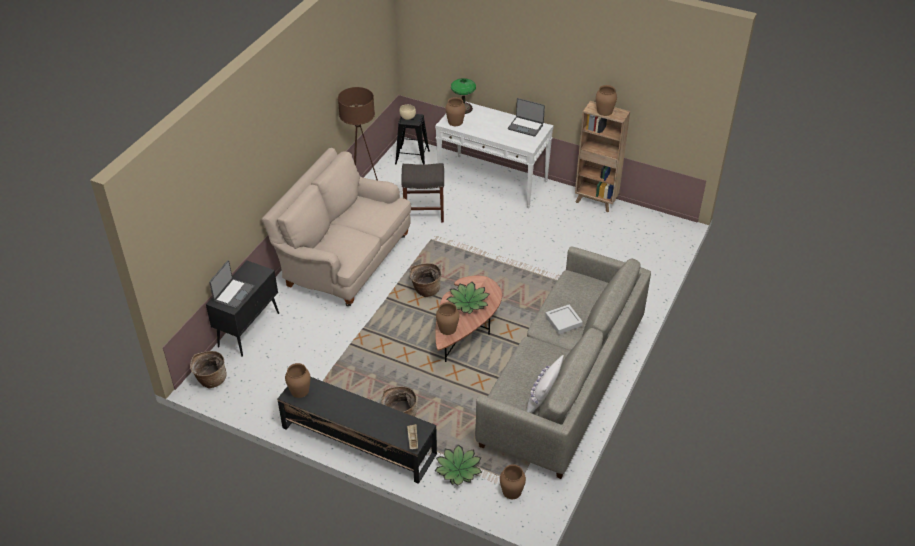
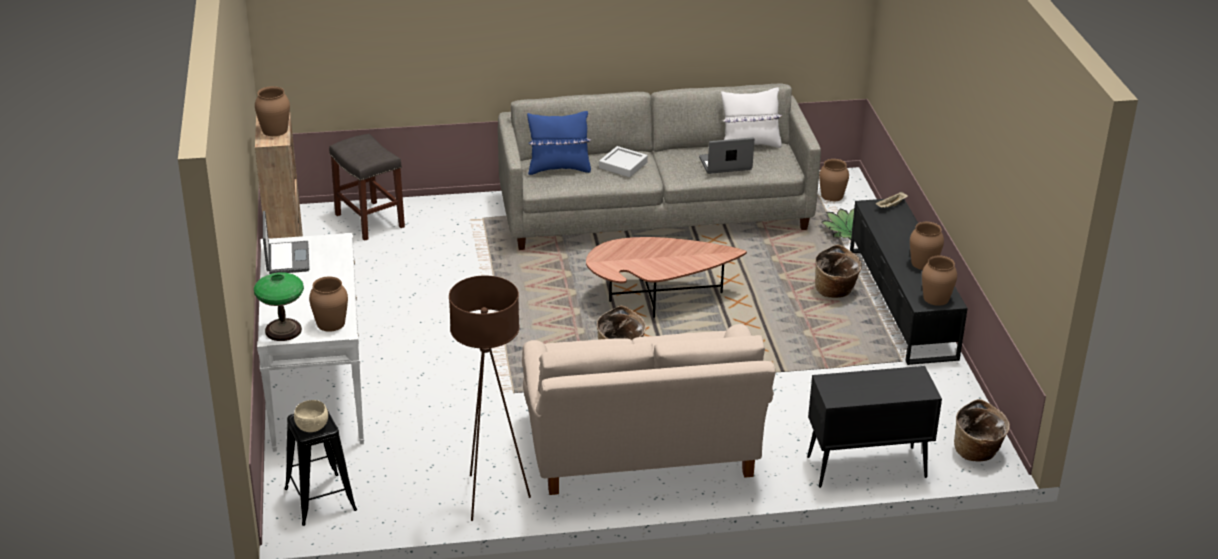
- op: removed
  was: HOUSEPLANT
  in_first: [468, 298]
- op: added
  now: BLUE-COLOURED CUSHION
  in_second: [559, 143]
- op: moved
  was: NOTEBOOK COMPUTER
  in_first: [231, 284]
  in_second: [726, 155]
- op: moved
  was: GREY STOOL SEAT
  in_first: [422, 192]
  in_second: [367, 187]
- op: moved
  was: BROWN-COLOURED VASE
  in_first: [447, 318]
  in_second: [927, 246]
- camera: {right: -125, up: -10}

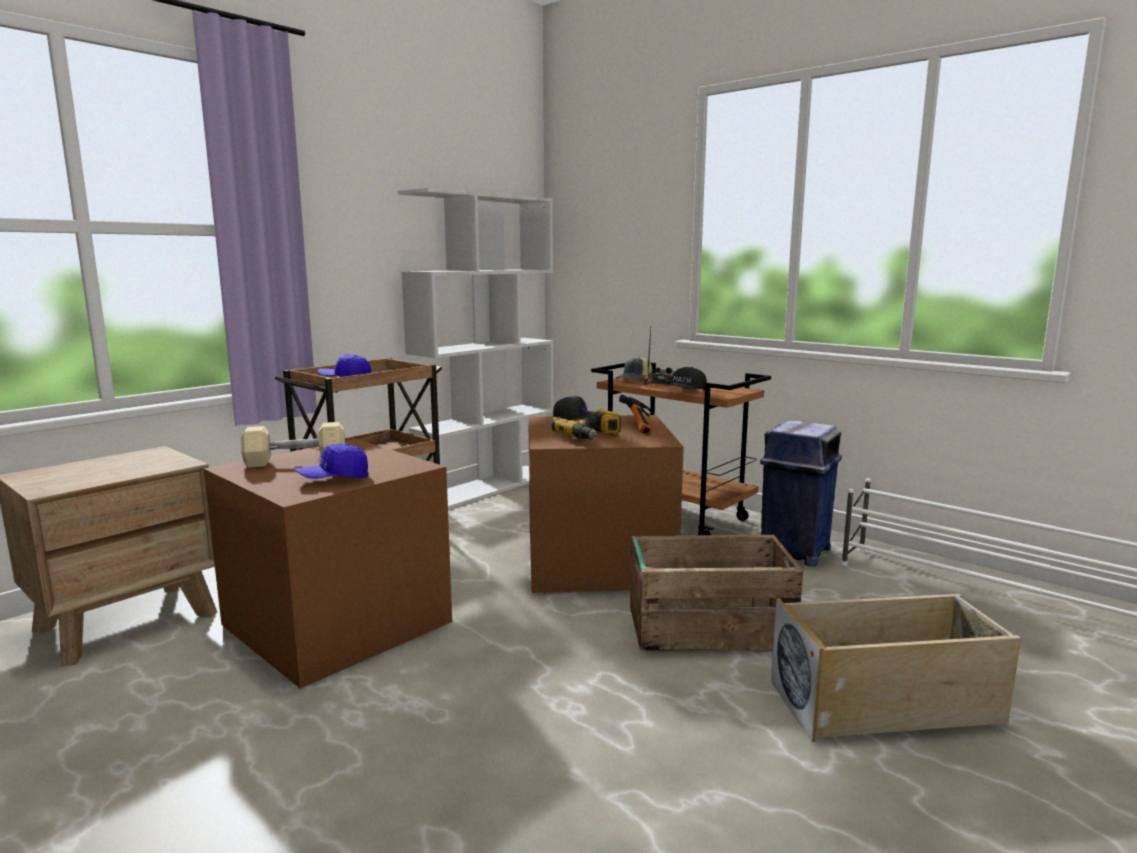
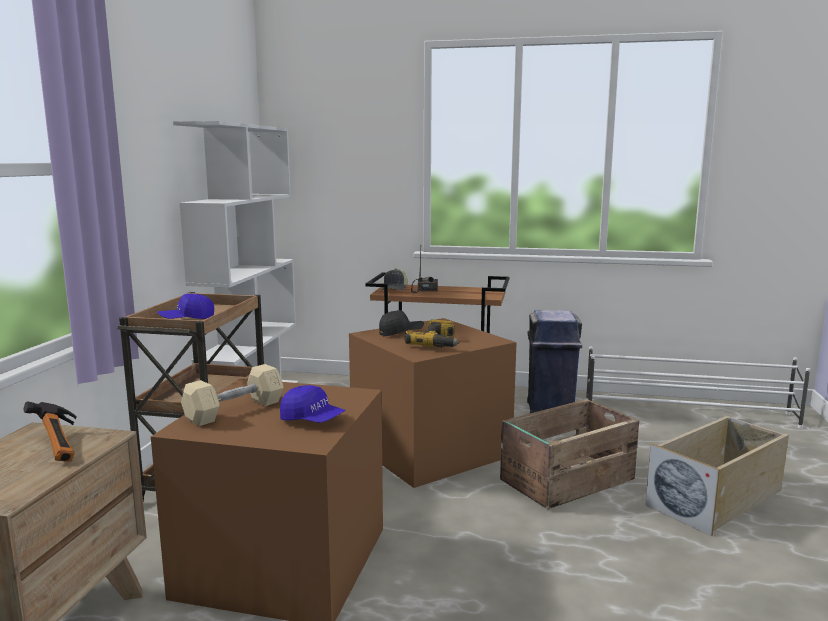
- op: removed
  was: BLACK BASEBALL CAP
  in_first: [686, 378]
- op: moved
  was: TOOL HAMMER
  in_first: [635, 415]
  in_second: [50, 431]
- op: turned
  was: BLUE-COLOURED BASEBALL CAP
  in_first: [332, 461]
  in_second: [313, 404]
  clockwise: -90
- camera: {right: -30, up: 0}

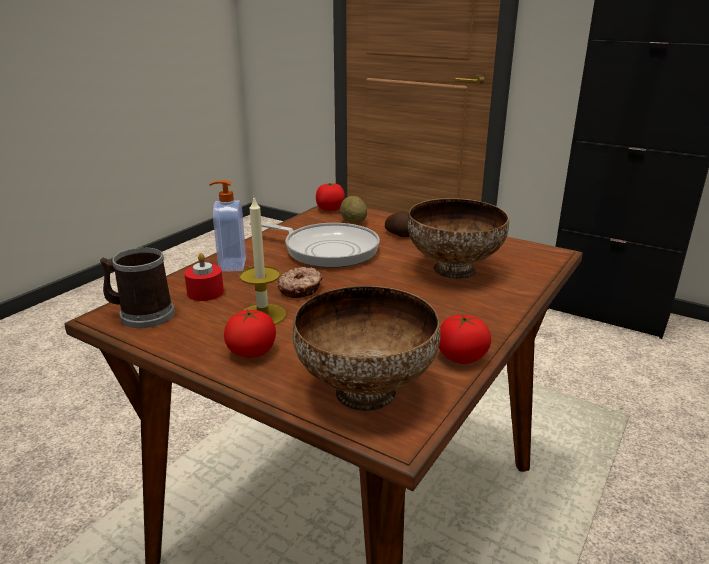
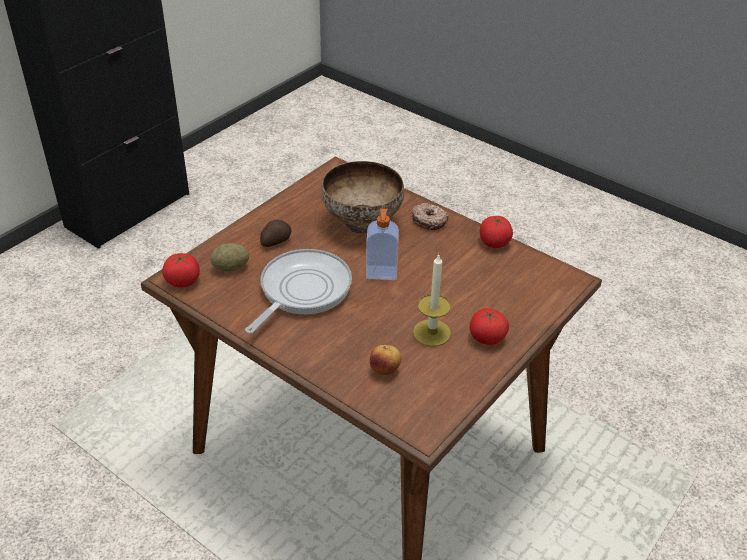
- op: removed
  was: MUG
  in_first: [137, 288]
- op: removed
  was: BOWL
  in_first: [366, 348]
- op: moved
  was: LIQUID SOAP BOTTLE
  in_first: [227, 226]
  in_second: [382, 244]
- op: moved
  was: DOUGHNUT
  in_first: [300, 282]
  in_second: [430, 216]
- op: replaced
  was: RED CANDLE
  now: WHOLE APPLE
  in_first: [204, 277]
  in_second: [385, 360]
- camera: {right: -85, up: 15}

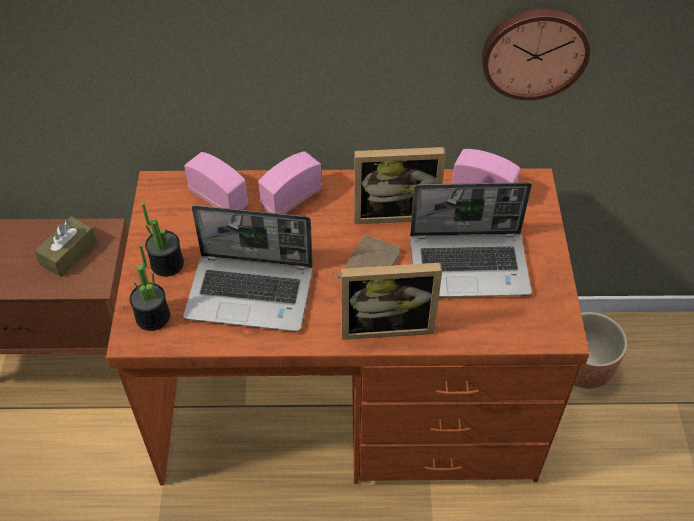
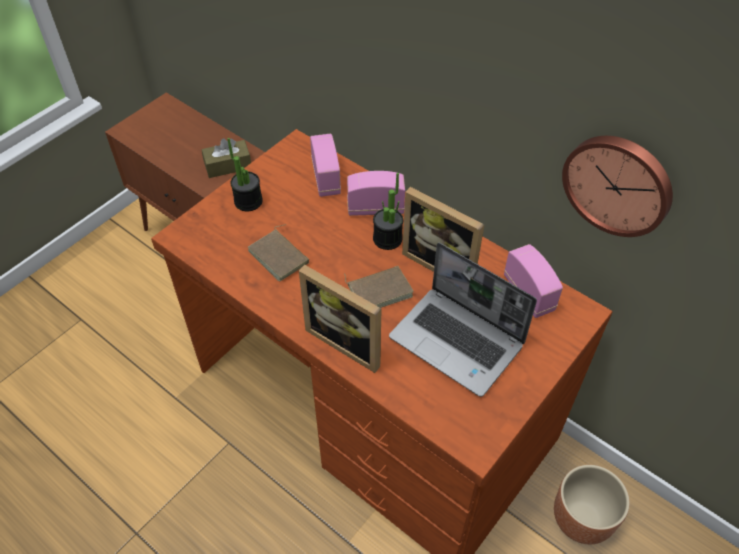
- op: moved
  was: HOUSEPLANT
  in_first: [149, 288]
  in_second: [388, 211]
- op: replaced
  was: NOTEBOOK COMPUTER
  now: BROWN-COLOURED BOOK
  in_first: [248, 268]
  in_second: [278, 253]
- camera: {right: 40, up: 0}

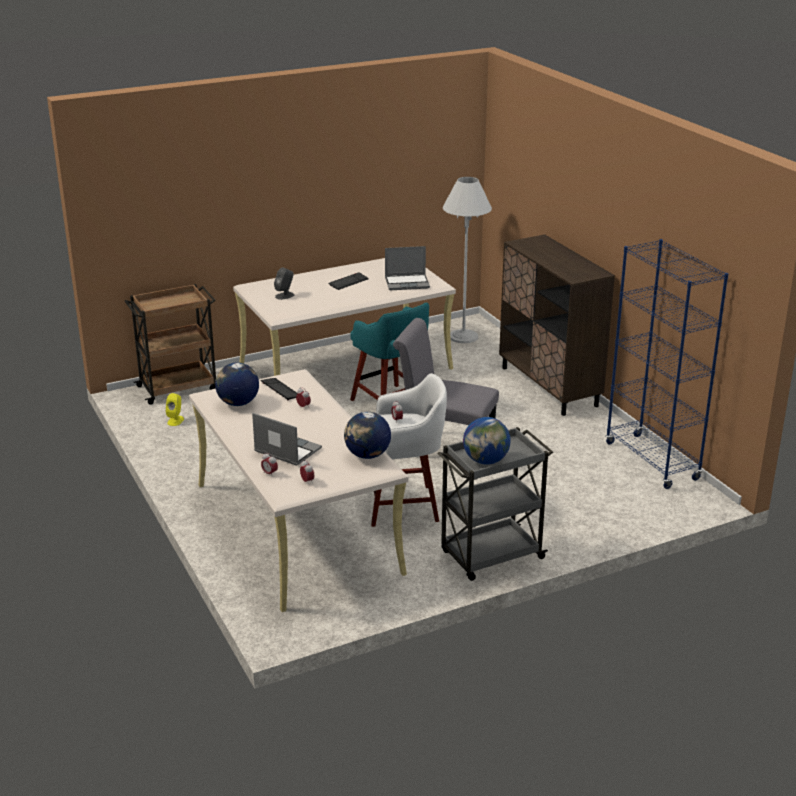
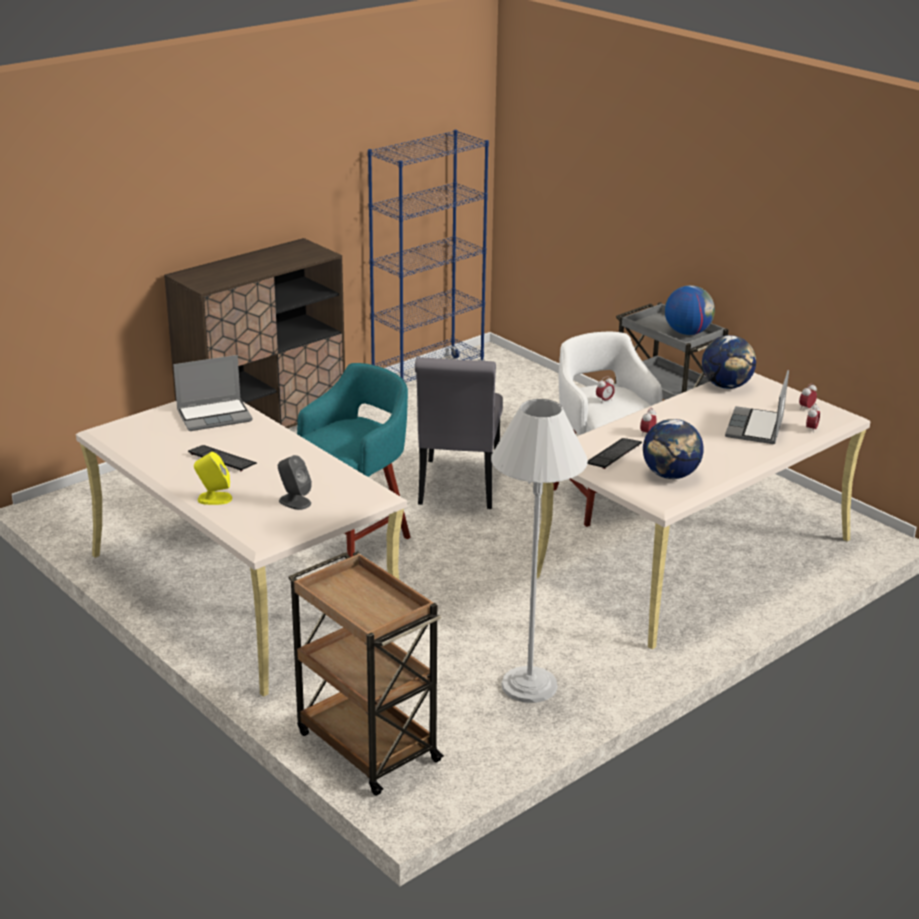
- op: moved
  was: YELLOWISH SPEAKER
  in_first: [175, 409]
  in_second: [213, 478]
- op: moved
  was: WHITISH STANDING LAMP
  in_first: [467, 260]
  in_second: [539, 551]
- op: turned
  was: NOTEBOOK COMPUTER
  in_first: [407, 268]
  in_second: [213, 393]
  clockwise: 90
- camera: {right: -105, up: 0}

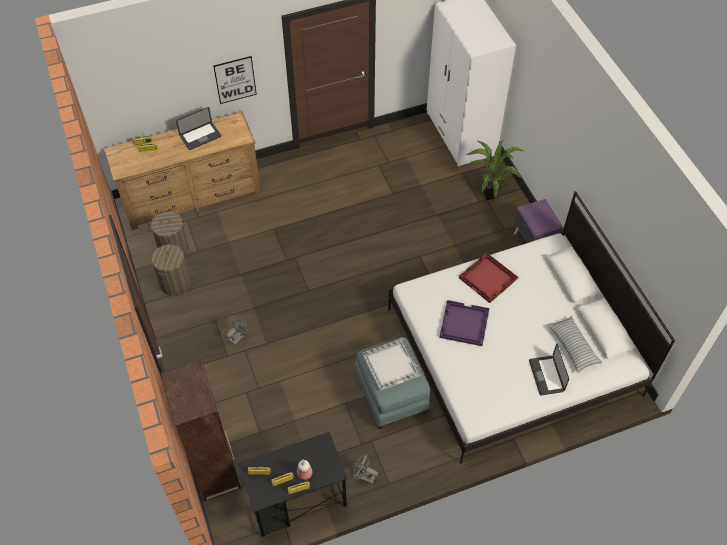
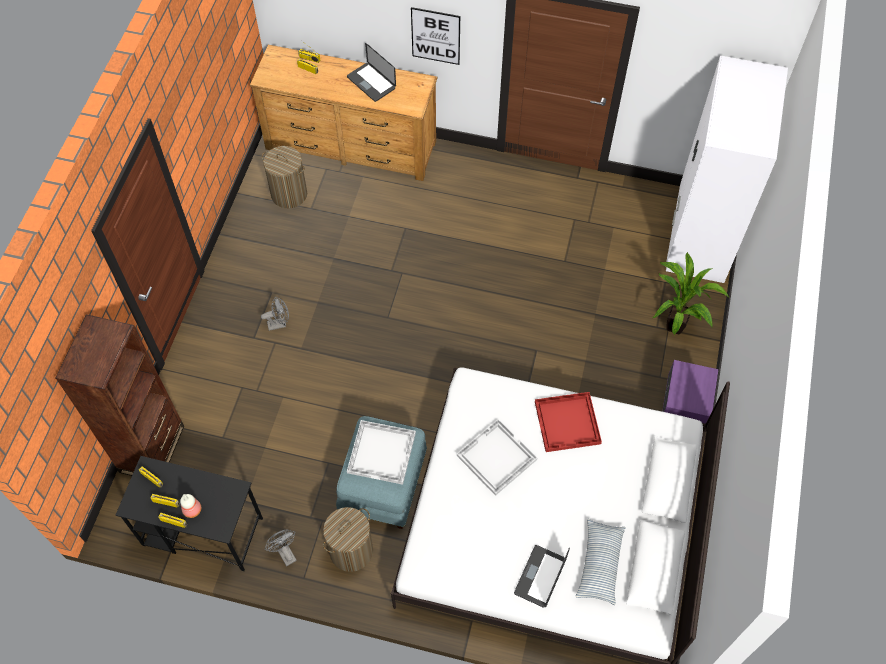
- op: moved
  was: LAUNDRY BASKET
  in_first: [171, 269]
  in_second: [348, 539]
- op: recoloured
  was: PURPLE-COLOURED SERVING TRAY
  now: WHITISH SERVING TRAY
  in_first: [464, 323]
  in_second: [497, 457]
- op: turned
  was: NOTEBOOK COMPUTER
  in_first: [198, 128]
  in_second: [371, 72]
  clockwise: 45
- camera: {right: 35, up: 5}

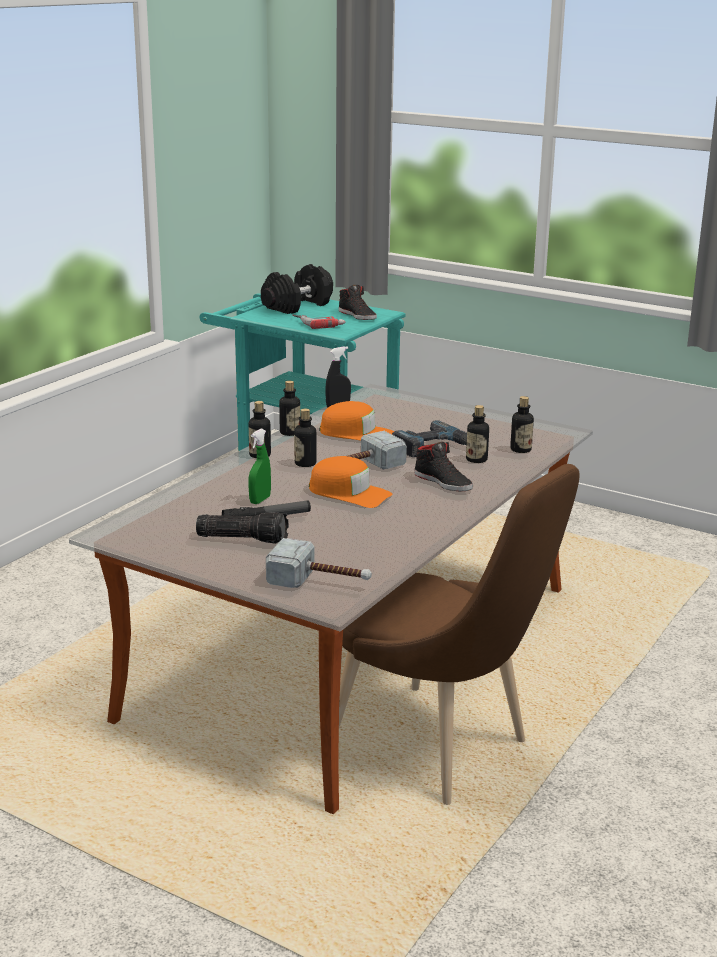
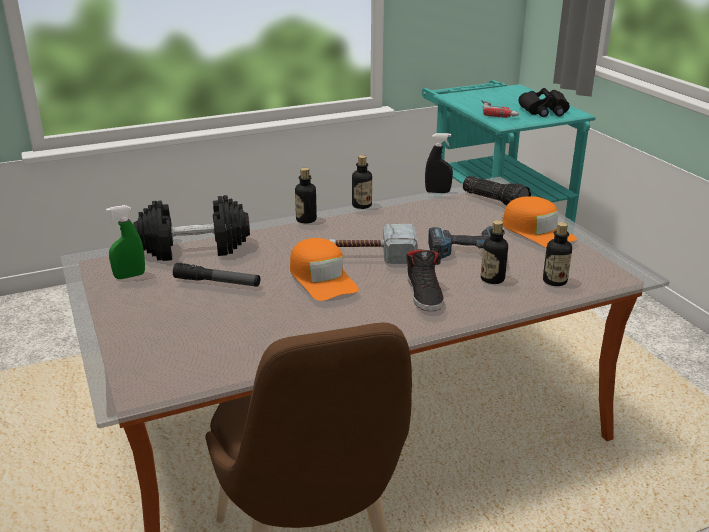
- op: removed
  was: TOOL HAMMER
  in_first: [319, 563]
- op: removed
  was: BEVERAGE BOTTLE
  in_first: [305, 437]
- op: moved
  was: FLASHLIGHT
  in_first: [242, 528]
  in_second: [497, 191]
- op: moved
  was: GREENISH HAND SPRAYER
  in_first: [260, 466]
  in_second: [125, 242]
- op: moved
  was: BLACK HAND WEIGHT
  in_first: [297, 289]
  in_second: [191, 228]
- op: moved
  was: ORANGE BASEBALL CAP
  in_first: [357, 421]
  in_second: [539, 222]
- op: replaced
  was: BLACK ITEM OF FOOTWEAR
  now: BLACK PAIR OF BINOCULARS
  in_first: [358, 302]
  in_second: [544, 102]
- camera: {right: 35, up: 5}

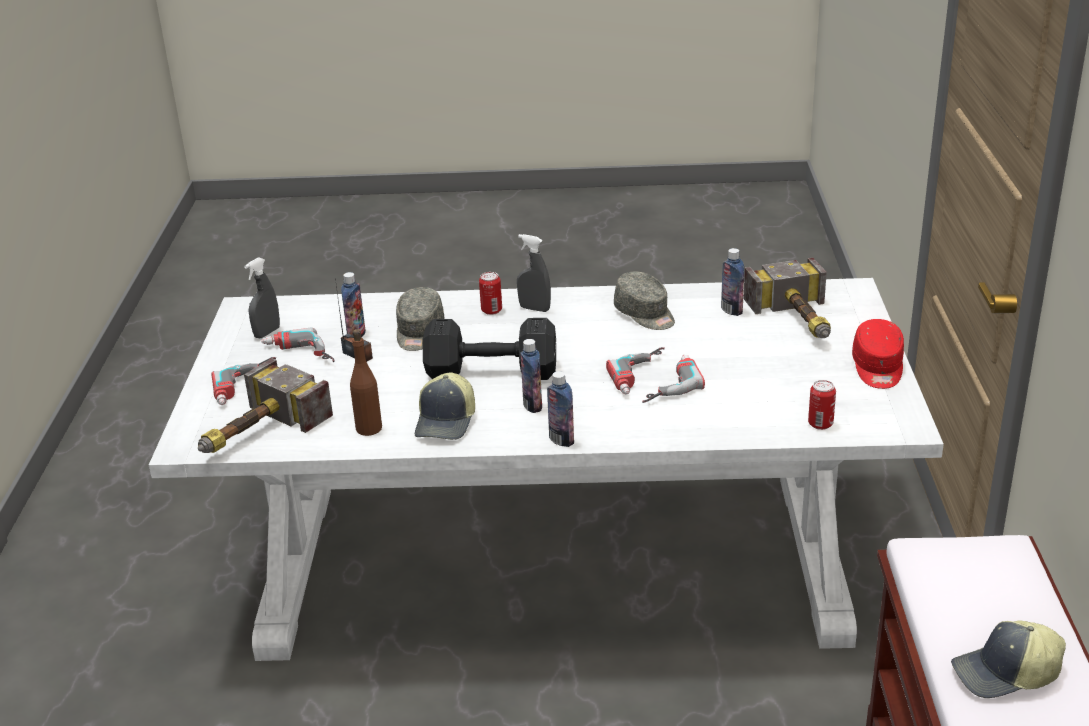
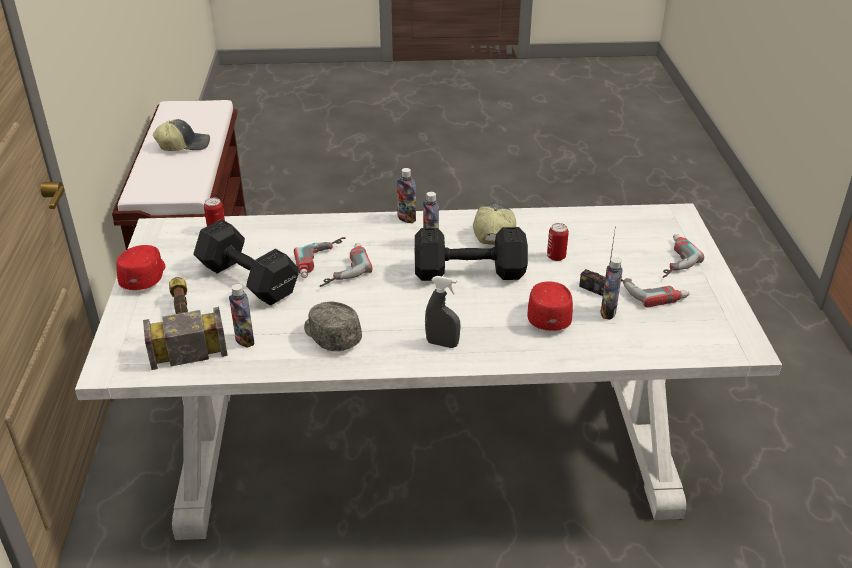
- op: removed
  was: TOOL HAMMER
  in_first: [265, 405]
- op: removed
  was: GREY HAND SPRAYER
  in_first: [262, 297]
- op: removed
  was: BROWN-COLOURED BEVERAGE BOTTLE
  in_first: [366, 382]
- op: added
  now: BLACK HAND WEIGHT
  in_second: [246, 262]
- op: moved
  was: METAL CAN
  in_first: [490, 293]
  in_second: [558, 242]
- op: recoloured
  was: GREY BASEBALL CAP
  now: RED BASEBALL CAP
  in_first: [420, 319]
  in_second: [550, 306]
- camera: {right: 175, up: 5}

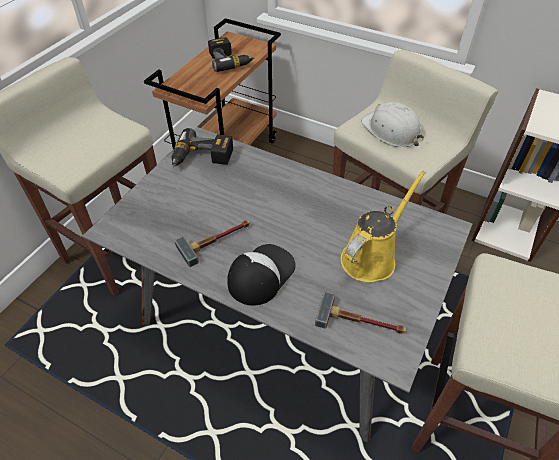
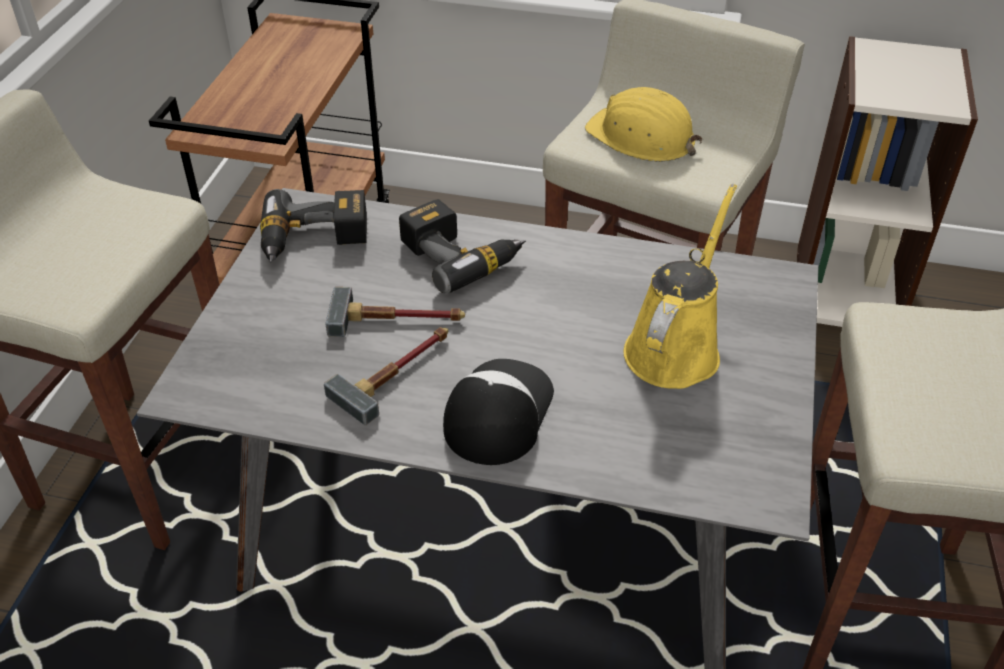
- op: moved
  was: DRILL
  in_first: [231, 54]
  in_second: [462, 246]
- op: moved
  was: TOOL HAMMER
  in_first: [361, 312]
  in_second: [395, 312]
- op: recoloured
  was: WHITISH WORK HELMET
  now: YELLOWISH WORK HELMET
  in_first: [392, 124]
  in_second: [644, 124]
- camera: {right: -15, up: -5}

